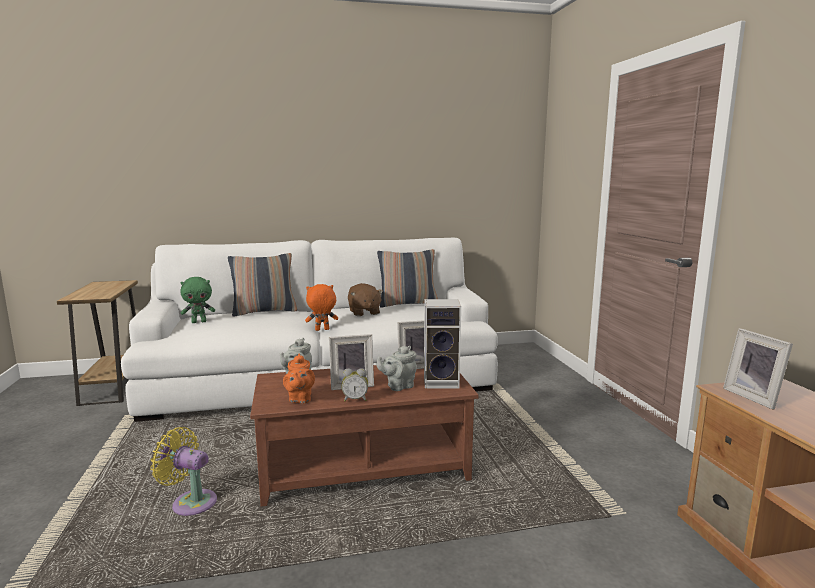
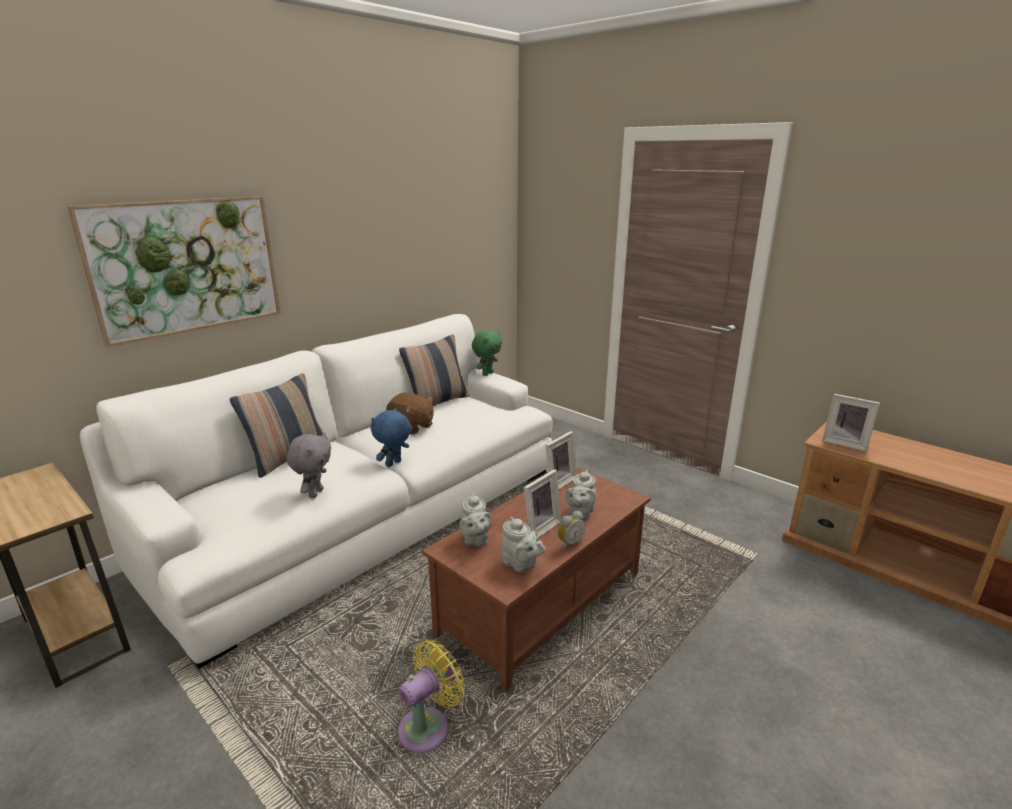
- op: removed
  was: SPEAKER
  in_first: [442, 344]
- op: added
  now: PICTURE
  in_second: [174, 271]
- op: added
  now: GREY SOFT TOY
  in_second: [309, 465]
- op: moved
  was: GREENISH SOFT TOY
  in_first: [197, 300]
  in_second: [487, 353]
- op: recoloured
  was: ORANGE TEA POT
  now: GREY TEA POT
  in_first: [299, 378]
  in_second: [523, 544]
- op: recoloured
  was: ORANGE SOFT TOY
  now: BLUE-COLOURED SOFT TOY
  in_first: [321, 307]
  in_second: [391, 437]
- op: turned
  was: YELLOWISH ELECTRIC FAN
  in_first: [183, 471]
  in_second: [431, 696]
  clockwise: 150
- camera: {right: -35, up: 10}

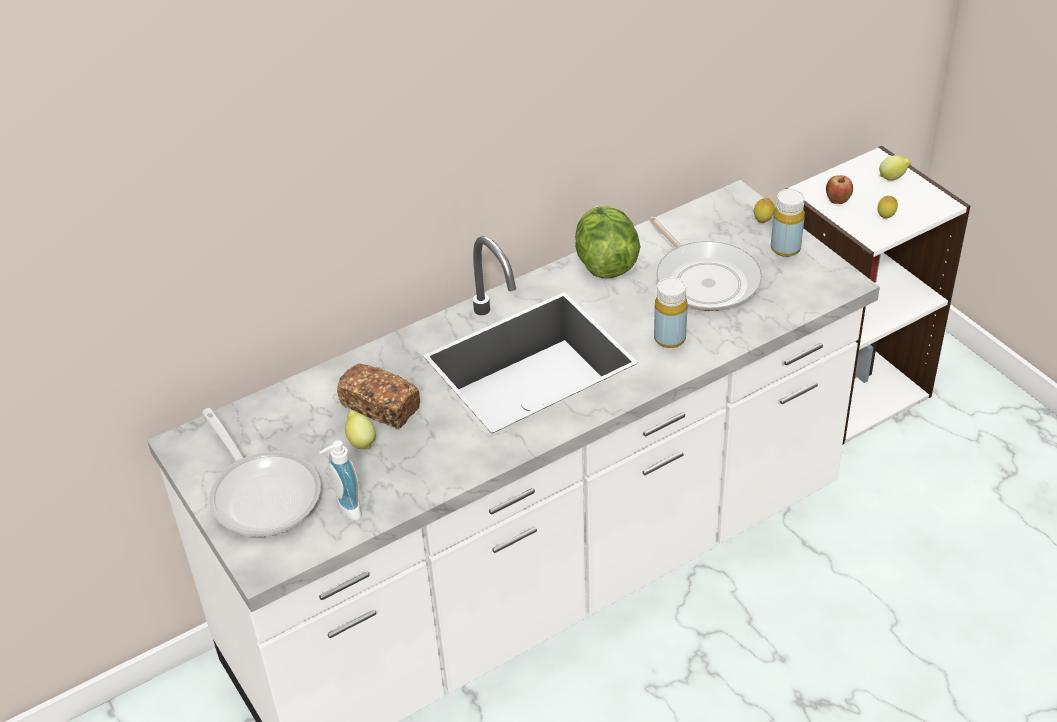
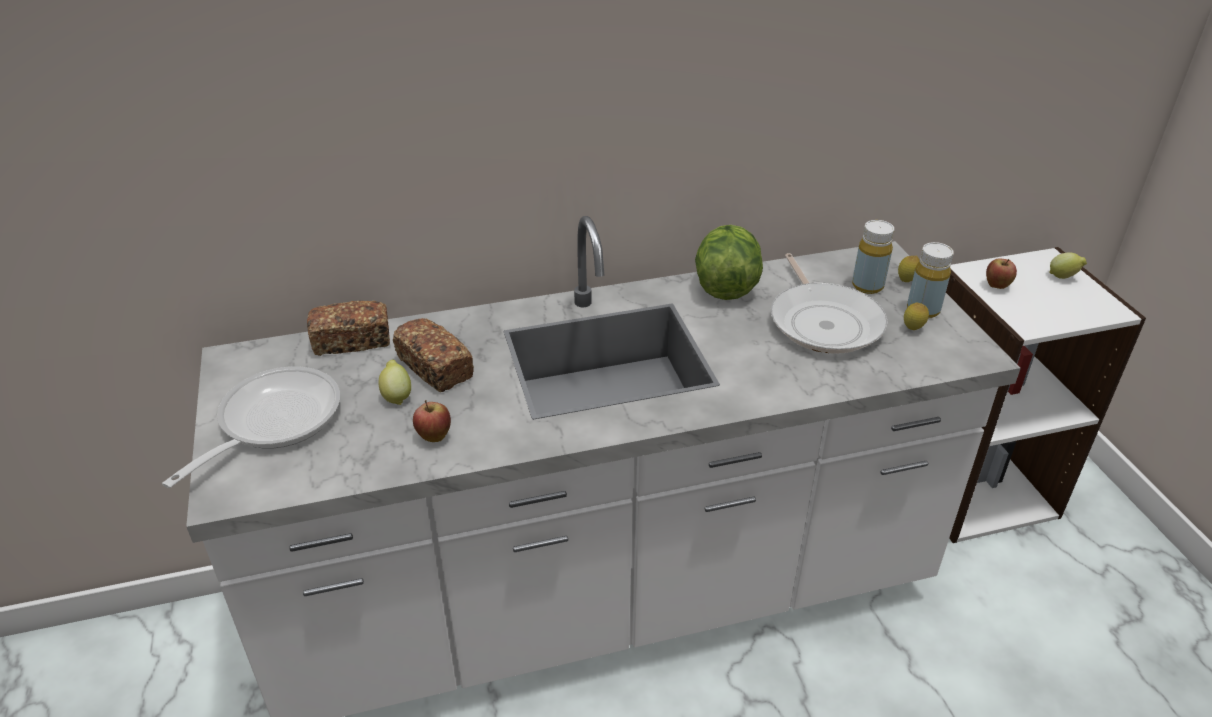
- op: removed
  was: LIQUID SOAP BOTTLE
  in_first: [340, 480]
- op: added
  now: BAKERY BREAD
  in_second: [348, 328]
- op: added
  now: WHOLE APPLE
  in_second: [432, 421]
- op: moved
  was: YELLOWISH BEVERAGE BOTTLE
  in_first: [671, 312]
  in_second: [873, 257]
- op: moved
  was: CITRUS FRUIT
  in_first: [887, 207]
  in_second: [916, 316]
- op: turned
  was: FRYING PAN
  in_first: [261, 472]
  in_second: [251, 427]
  clockwise: -135
- camera: {right: 15, up: -5}

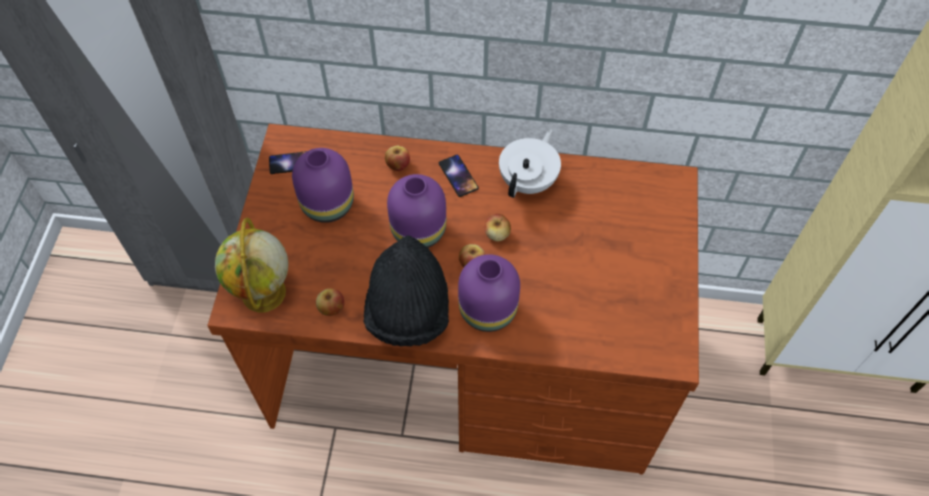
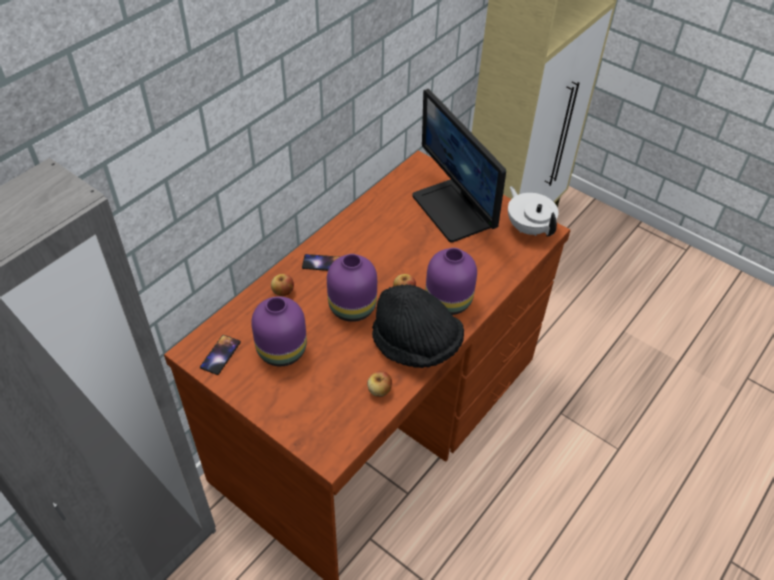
- op: removed
  was: WORLD GLOBE
  in_first: [251, 265]
- op: removed
  was: WHOLE APPLE
  in_first: [498, 227]
- op: added
  now: COMPUTER SCREEN
  in_second: [459, 166]
- op: moved
  was: WHITISH TEA POT
  in_first: [530, 163]
  in_second: [533, 211]
- camera: {right: -60, up: -10}

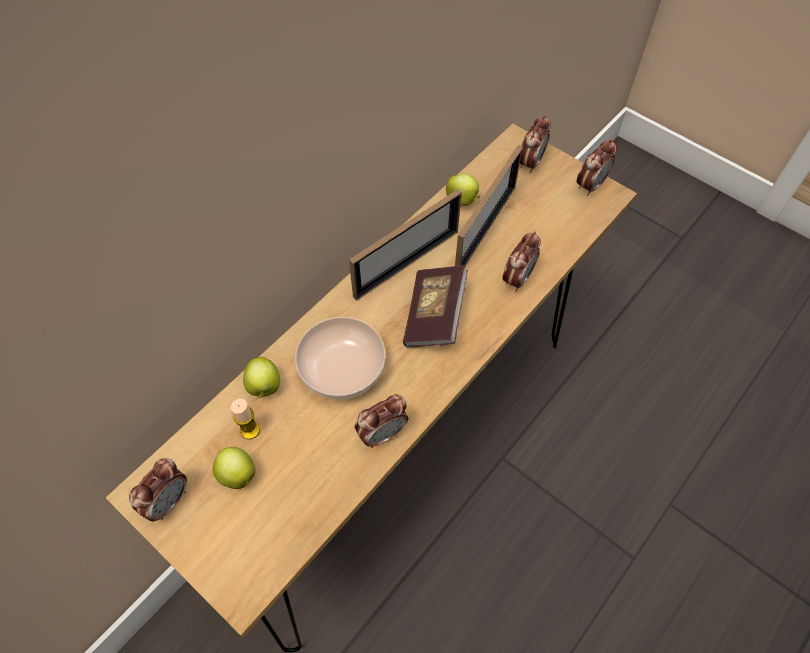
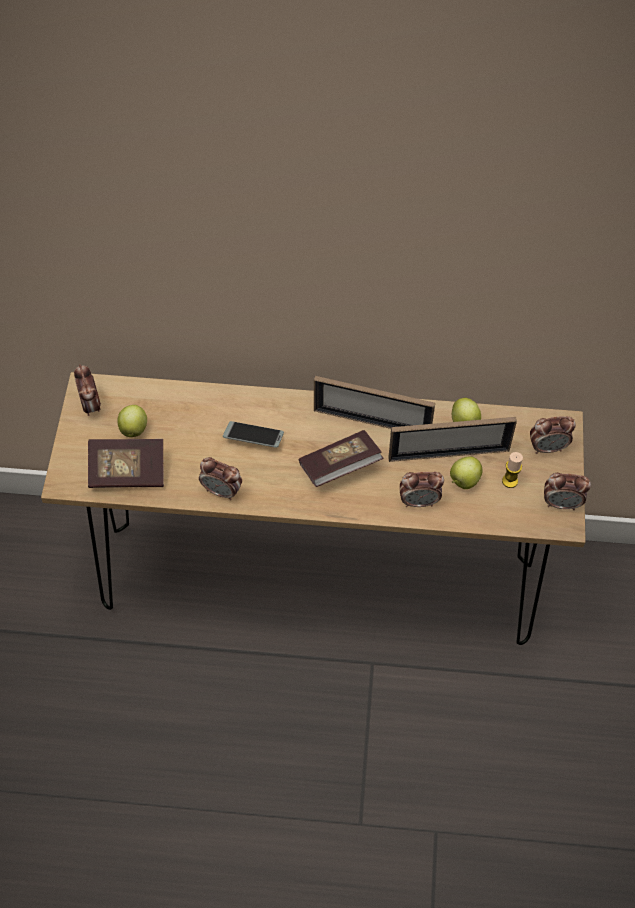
- op: added
  now: BOOK
  in_second: [126, 463]
- op: moved
  was: CANDLE
  in_first: [245, 419]
  in_second: [512, 470]
- op: moved
  was: WHOLE APPLE
  in_first: [261, 377]
  in_second: [466, 473]
- op: replaced
  was: BOWL
  now: PHONE
  in_first: [340, 358]
  in_second: [253, 434]
- op: turned
  was: ALARM CLOCK
  in_first: [158, 489]
  in_second: [87, 390]
  clockwise: 75
- camera: {right: 55, up: 0}

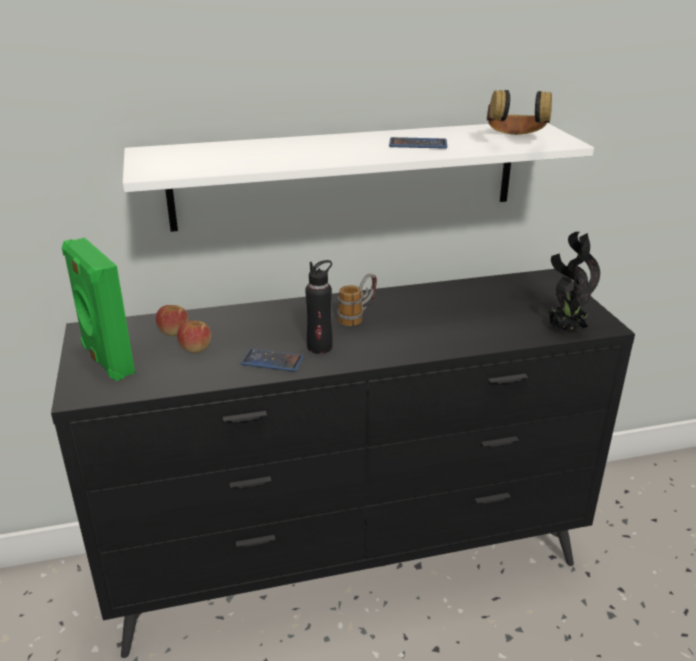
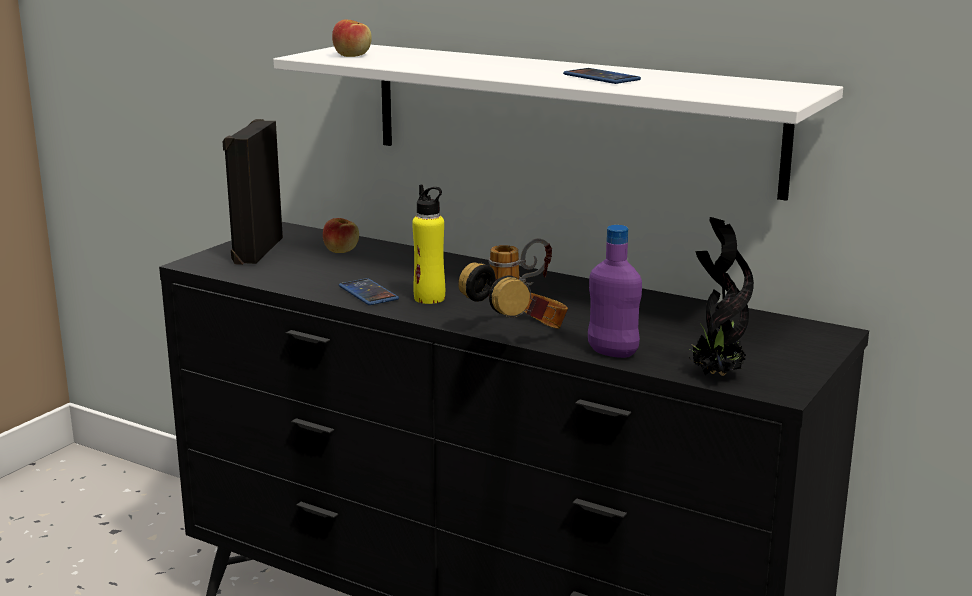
- op: added
  now: PURPLE-COLOURED BEVERAGE BOTTLE
  in_second: [615, 291]
- op: moved
  was: WHOLE APPLE
  in_first: [194, 337]
  in_second: [352, 38]
- op: moved
  was: HEADPHONES
  in_first: [519, 112]
  in_second: [513, 295]
- op: recoloured
  was: GREENISH SPEAKER
  now: BLACK SPEAKER
  in_first: [98, 309]
  in_second: [252, 192]
- op: recoloured
  was: BLACK BEVERAGE BOTTLE
  now: YELLOWISH BEVERAGE BOTTLE
  in_first: [319, 307]
  in_second: [428, 244]
- camera: {right: 45, up: -10}

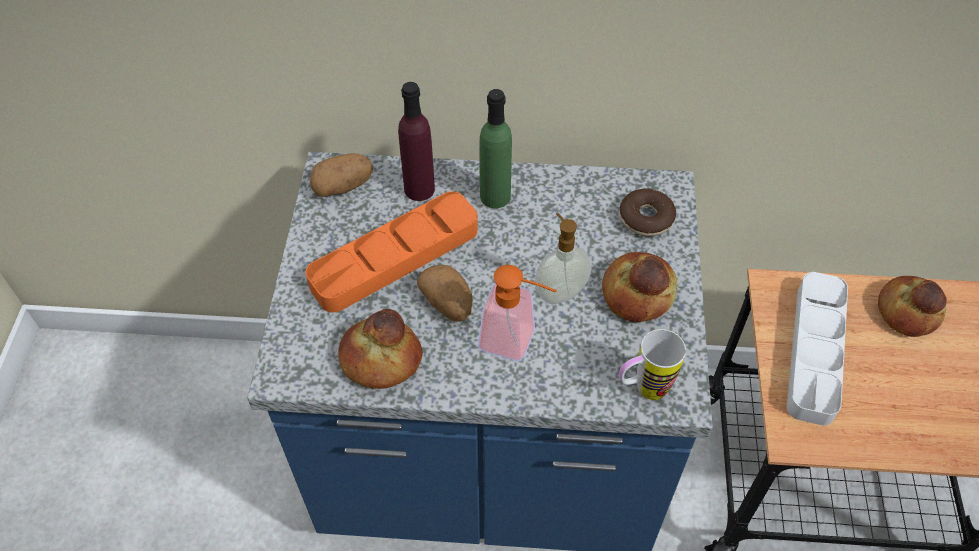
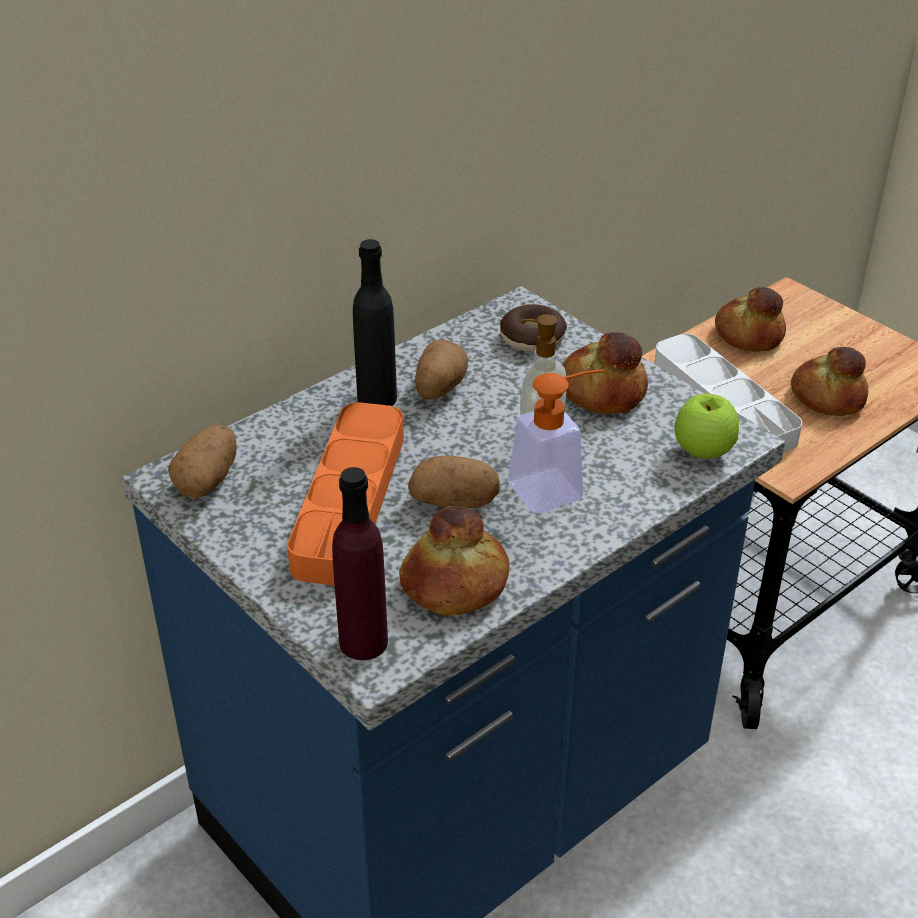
- op: added
  now: POTATO
  in_second: [441, 370]
- op: added
  now: BAKERY BREAD
  in_second: [829, 381]
- op: moved
  was: PURPLE-COLOURED BEVERAGE BOTTLE
  in_first: [416, 141]
  in_second: [360, 563]
- op: replaced
  was: MUG
  now: WHOLE APPLE
  in_first: [652, 364]
  in_second: [706, 426]
- op: recoloured
  was: GREENISH BEVERAGE BOTTLE
  now: BLACK BEVERAGE BOTTLE
  in_first: [495, 148]
  in_second: [375, 322]
- camera: {right: -45, up: -15}

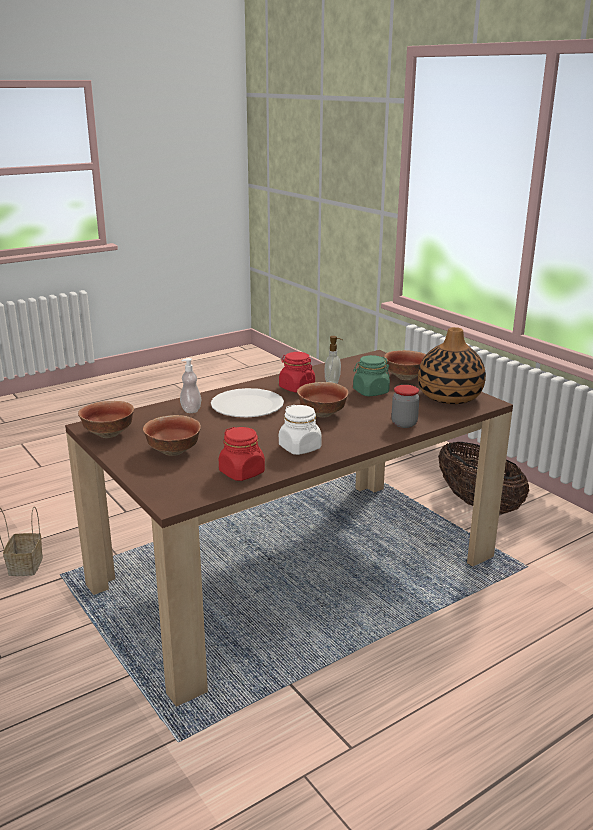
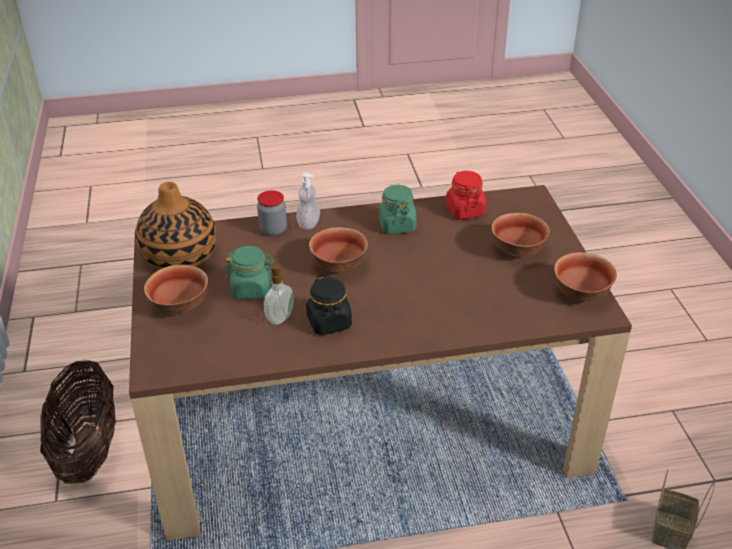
- op: removed
  was: WHITISH PLATE
  in_first: [247, 402]
- op: moved
  was: LIQUID SOAP BOTTLE
  in_first: [190, 385]
  in_second: [308, 201]
- op: recoloured
  was: RED STORAGE JAR
  now: BLACK STORAGE JAR
  in_first: [297, 372]
  in_second: [329, 305]
- op: recoloured
  was: WHITISH STORAGE JAR
  now: GREENISH STORAGE JAR
  in_first: [300, 430]
  in_second: [397, 209]
- camera: {right: -155, up: 15}

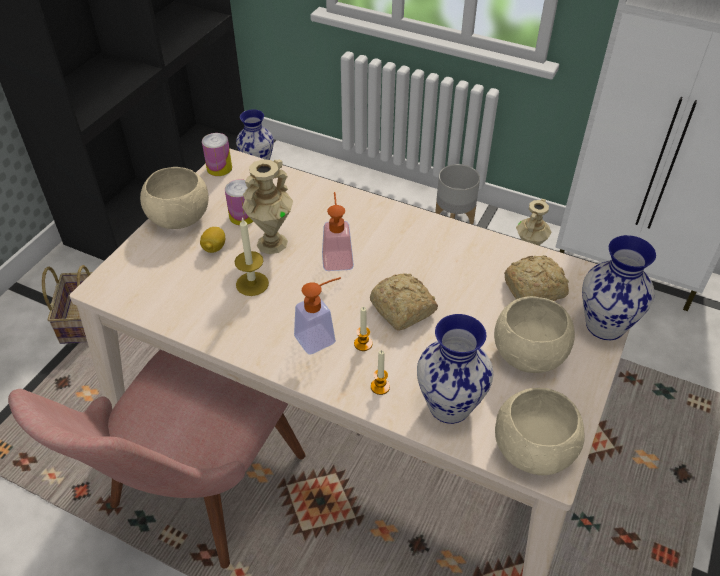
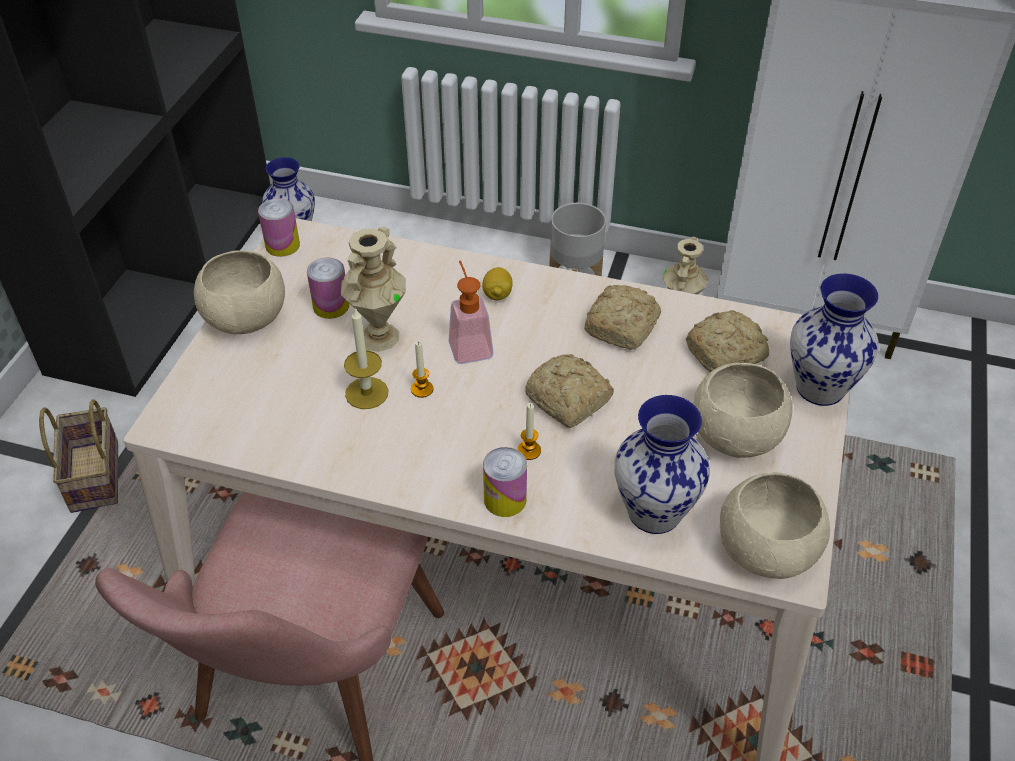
- op: removed
  was: LIQUID SOAP BOTTLE
  in_first: [317, 316]
- op: added
  now: METAL CAN
  in_second: [505, 482]
- op: added
  now: BAKERY BREAD
  in_second: [622, 317]
- op: moved
  was: CITRUS FRUIT
  in_first: [212, 240]
  in_second: [497, 284]
- op: moved
  was: CANDLE
  in_first: [380, 372]
  in_second: [422, 370]
- camera: {right: -10, up: 0}

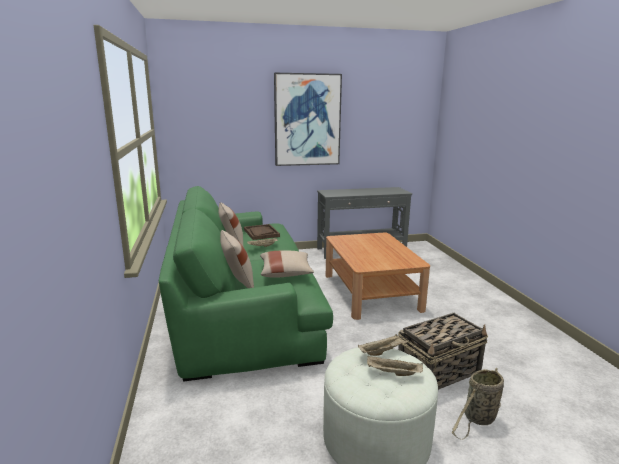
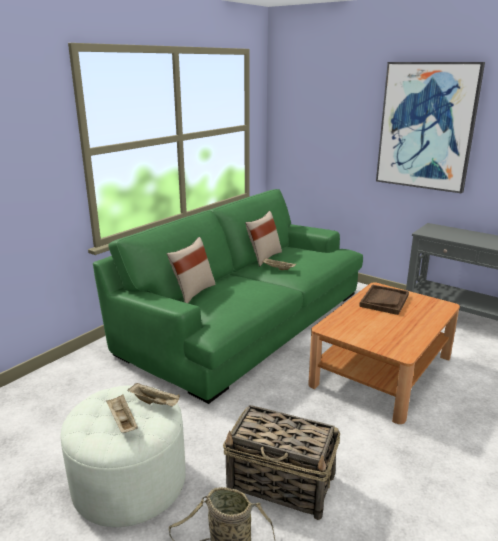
- op: removed
  was: BEIGE-COLOURED CUSHION
  in_first: [287, 264]
- op: moved
  was: BROWN-COLOURED SERVING TRAY
  in_first: [262, 232]
  in_second: [384, 299]
- camera: {right: 50, up: 5}

